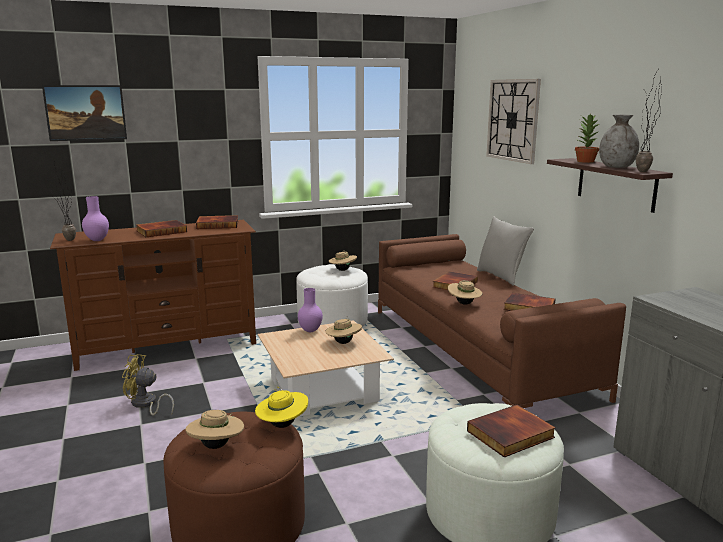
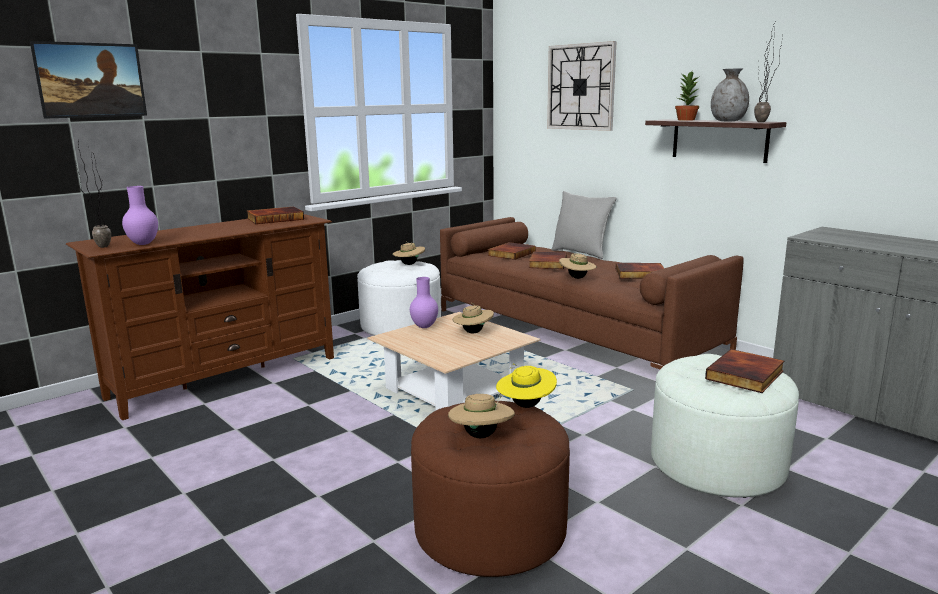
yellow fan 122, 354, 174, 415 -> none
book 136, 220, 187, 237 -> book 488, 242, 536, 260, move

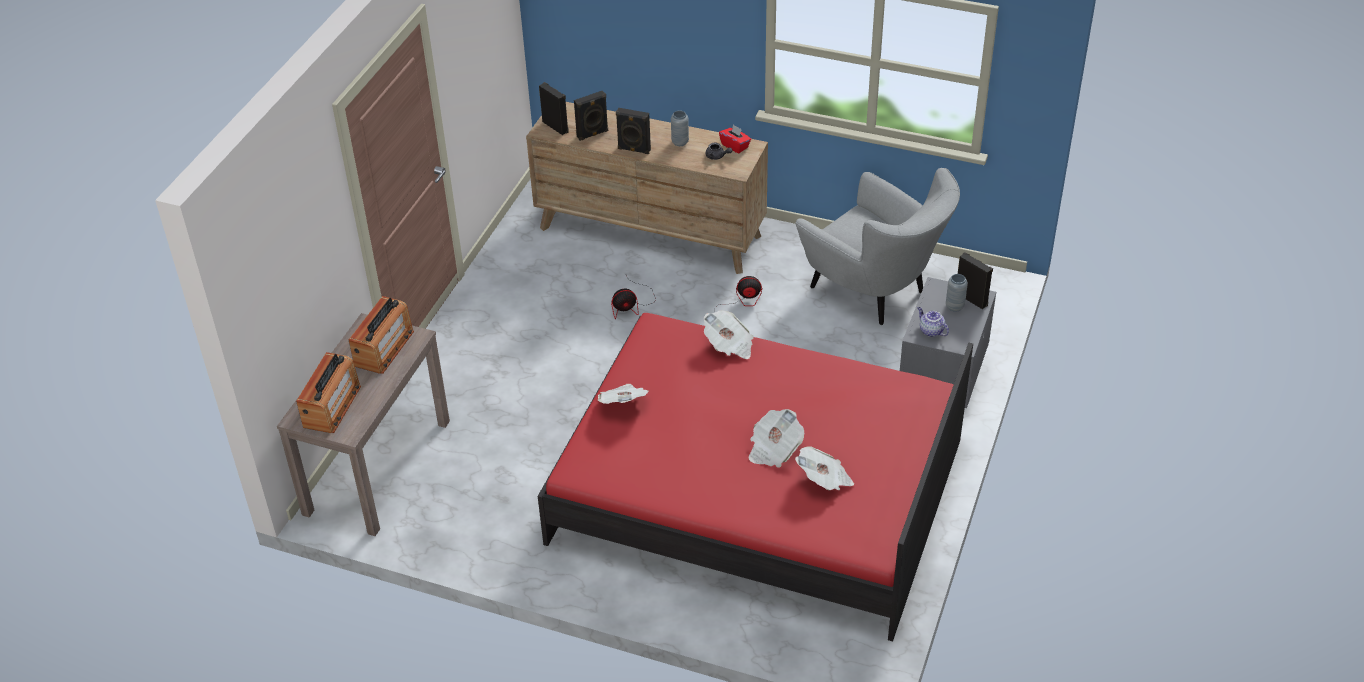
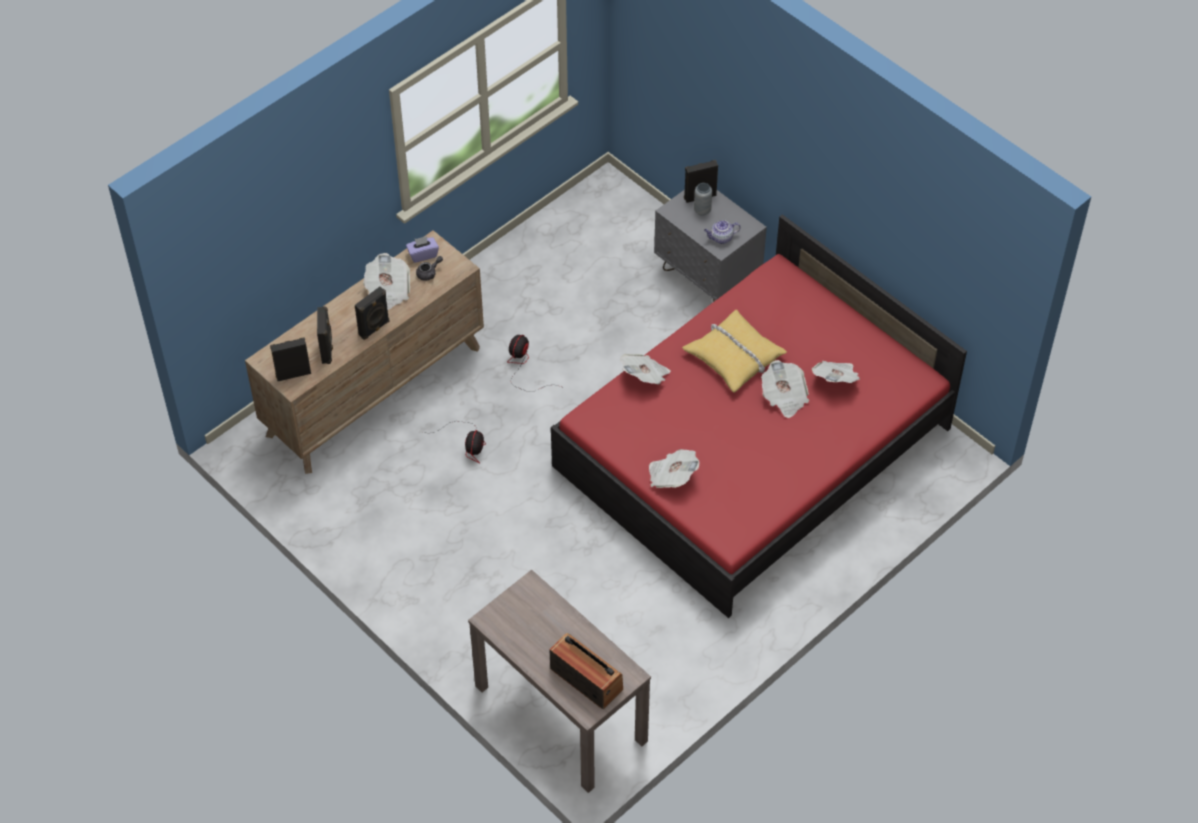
radio 349, 296, 414, 374 -> none
grey vase 671, 111, 689, 146 -> newspaper 363, 253, 410, 310
red tissue box 719, 124, 751, 153 -> purple tissue box 406, 236, 439, 263
grey armchair 795, 168, 960, 325 -> none
none -> yellow pillow 682, 310, 787, 393

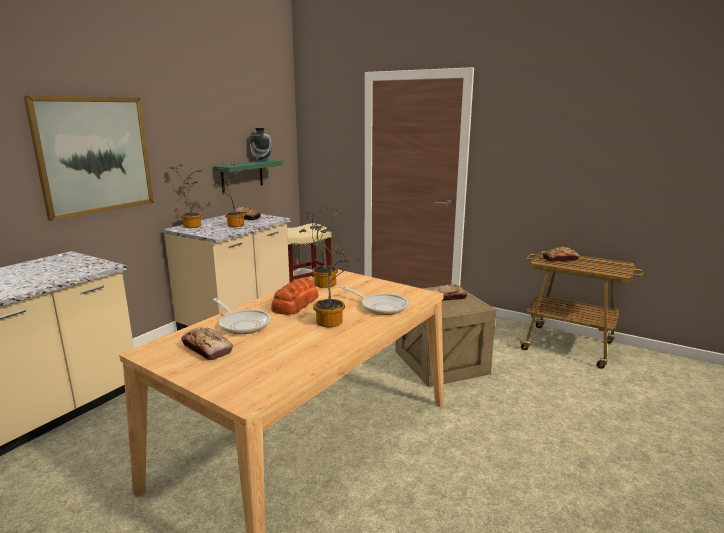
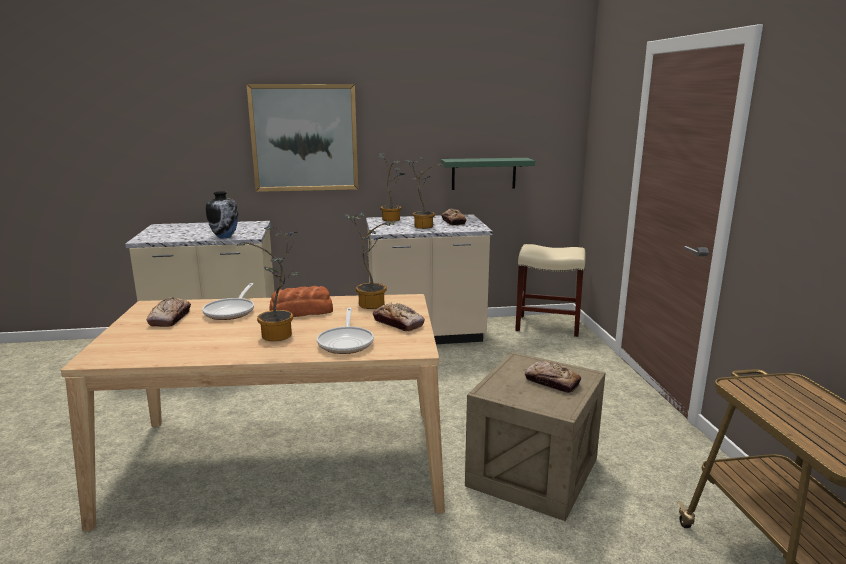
vase 250, 128, 272, 162 -> vase 206, 191, 238, 238, move
bread 543, 247, 579, 262 -> bread 373, 303, 425, 331, move

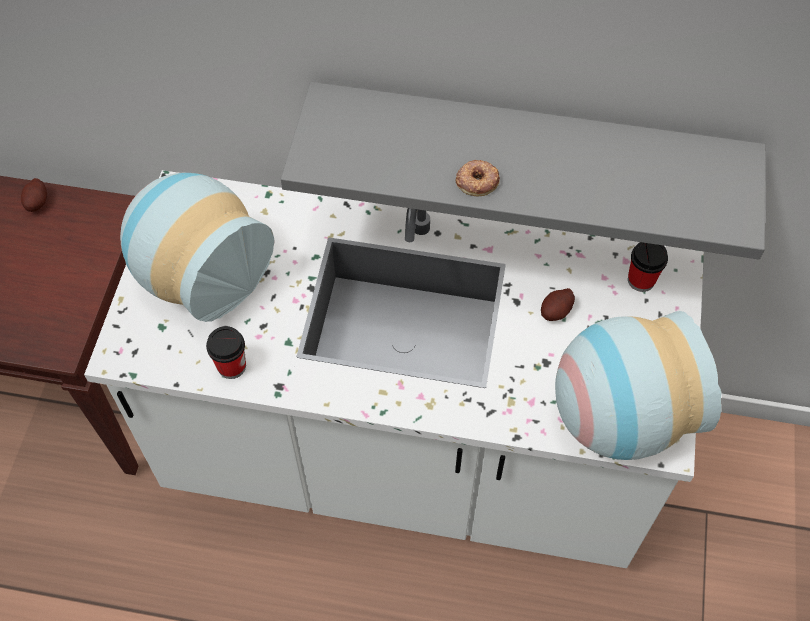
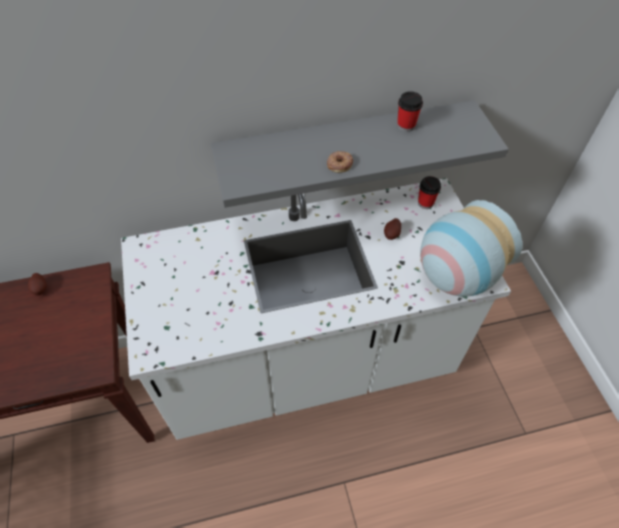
vase 120, 172, 274, 322 -> none
cup 206, 326, 246, 379 -> cup 397, 91, 423, 132, move

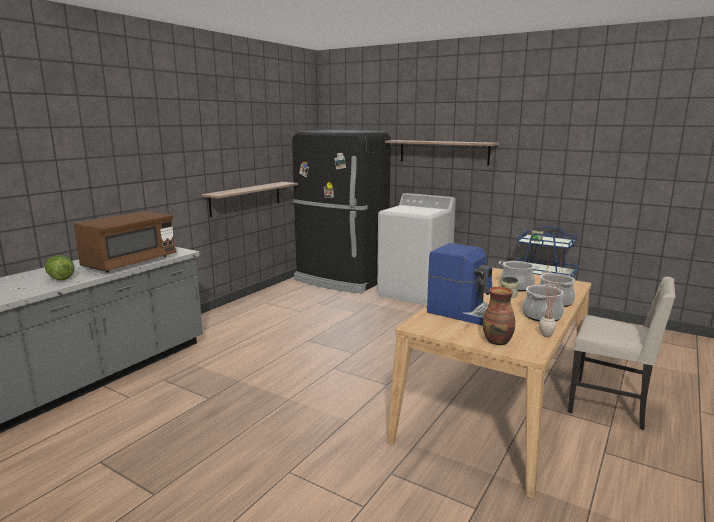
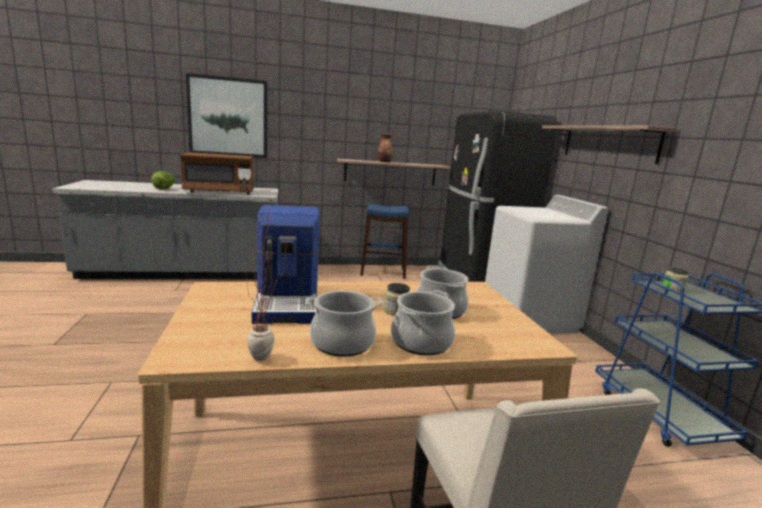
vase 483, 287, 515, 345 -> vase 377, 134, 393, 162, move
none -> picture 186, 73, 267, 158
none -> blue stool 360, 203, 409, 279

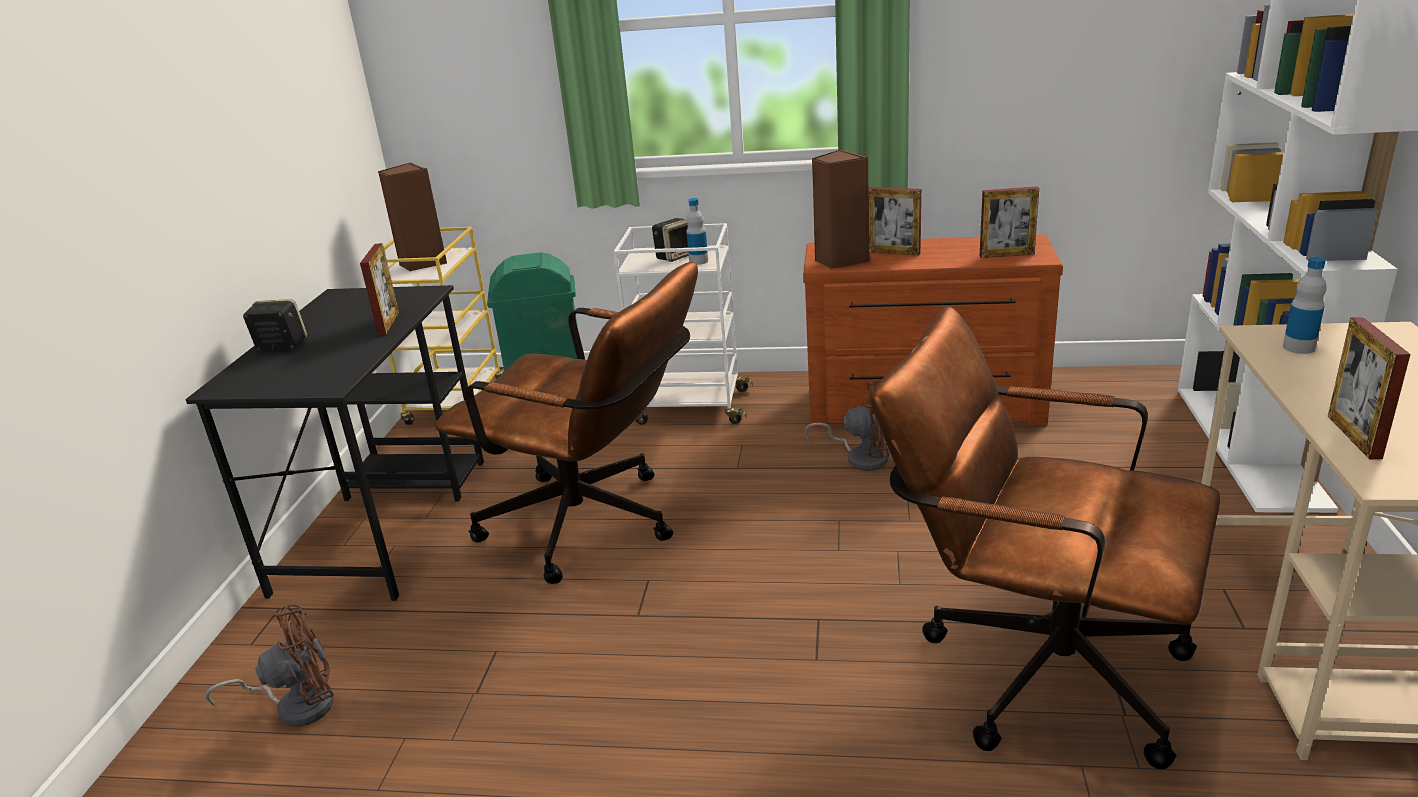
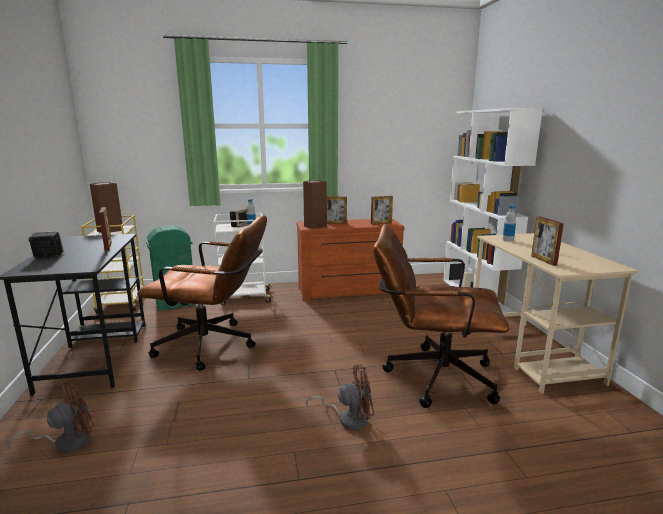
brown fan 805, 382, 889, 471 -> brown fan 306, 365, 375, 430, move

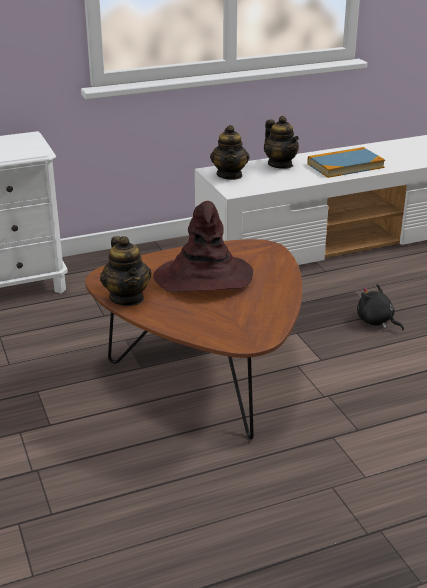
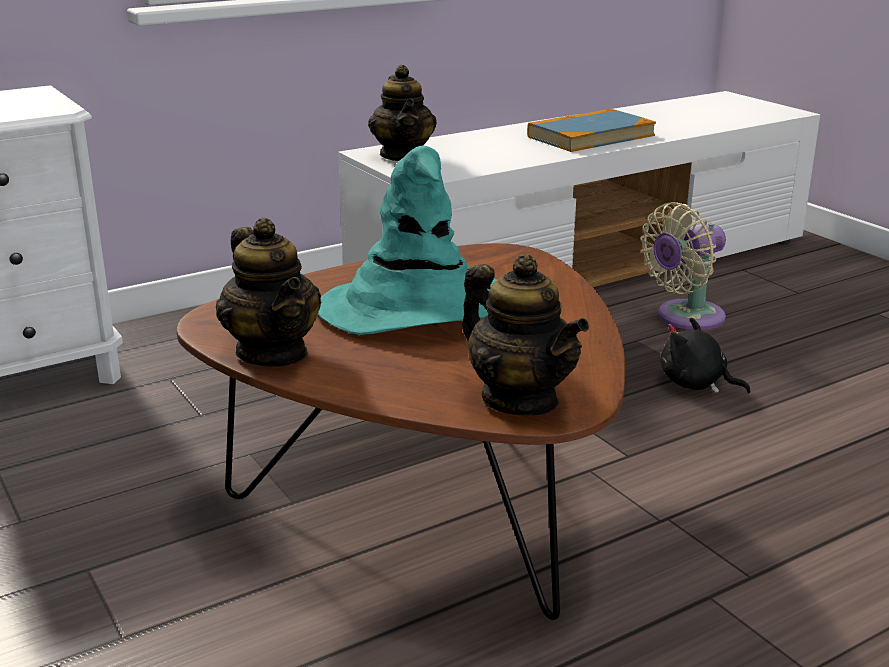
brown hat 153, 201, 253, 292 -> turquoise hat 318, 145, 496, 335
teapot 264, 116, 299, 169 -> teapot 462, 254, 589, 415, move
none -> beige fan 640, 202, 726, 330

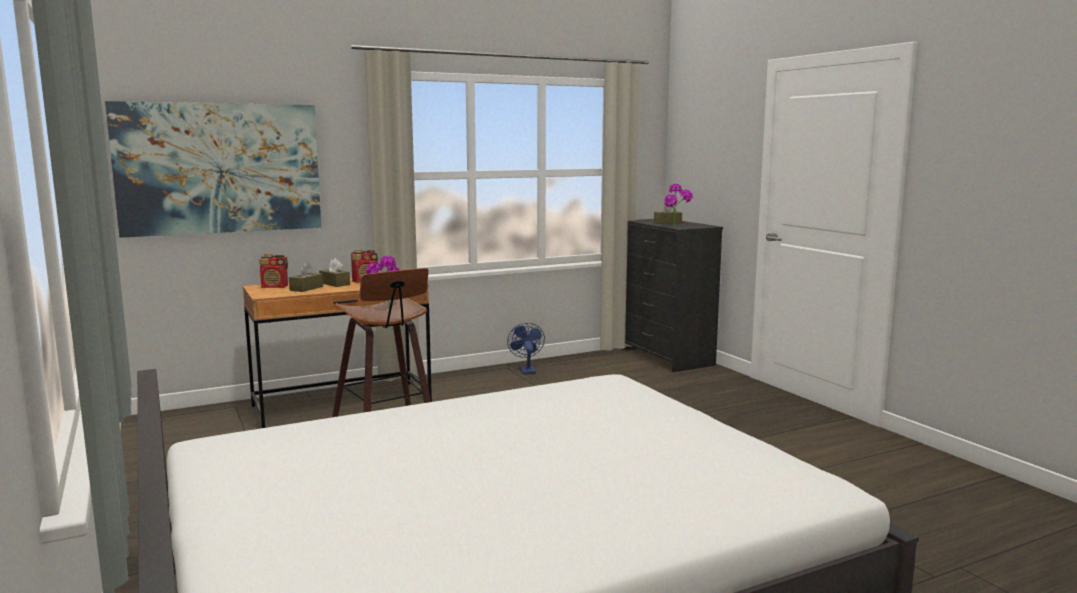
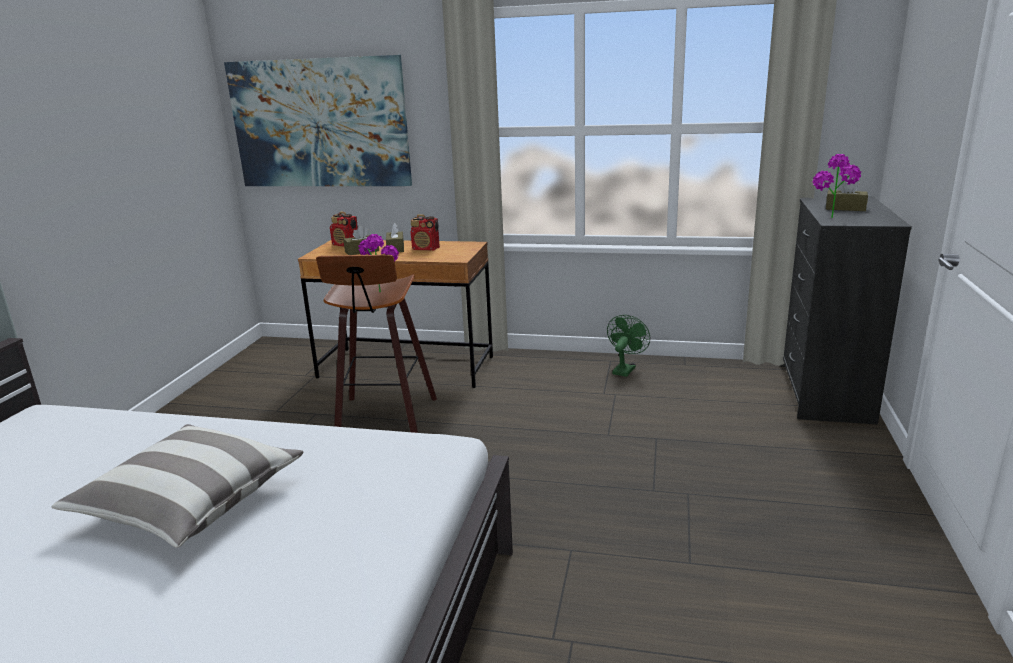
blue fan 507, 323, 545, 375 -> green fan 607, 315, 651, 377
none -> pillow 52, 424, 304, 548

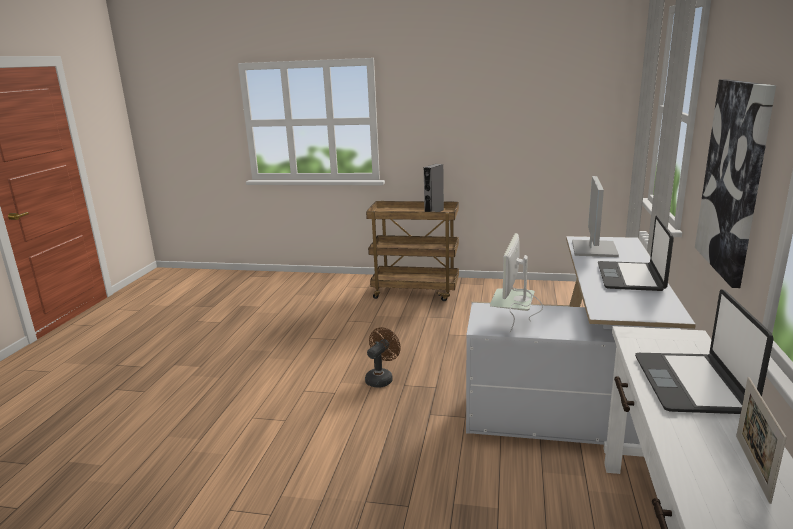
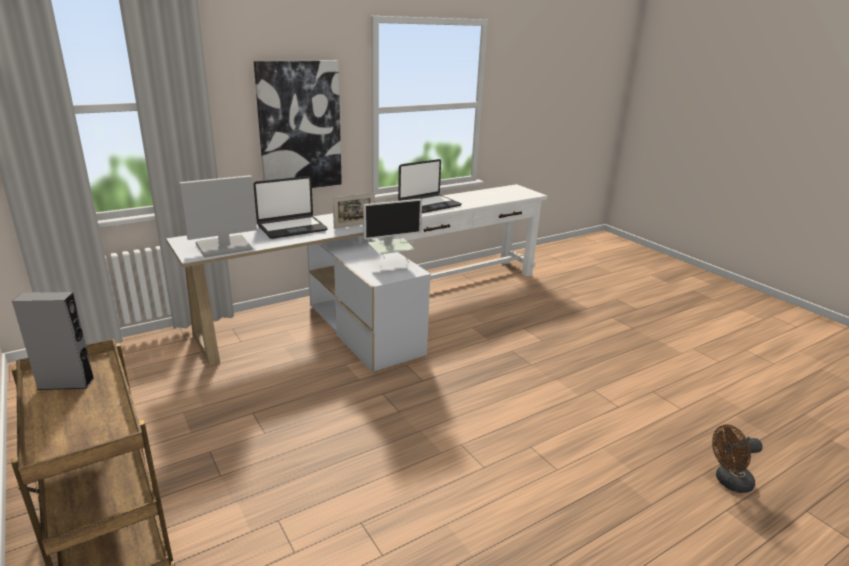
brown fan 365, 327, 401, 387 -> brown fan 712, 424, 763, 493, move
picture frame 736, 377, 787, 504 -> picture frame 333, 193, 375, 229, move

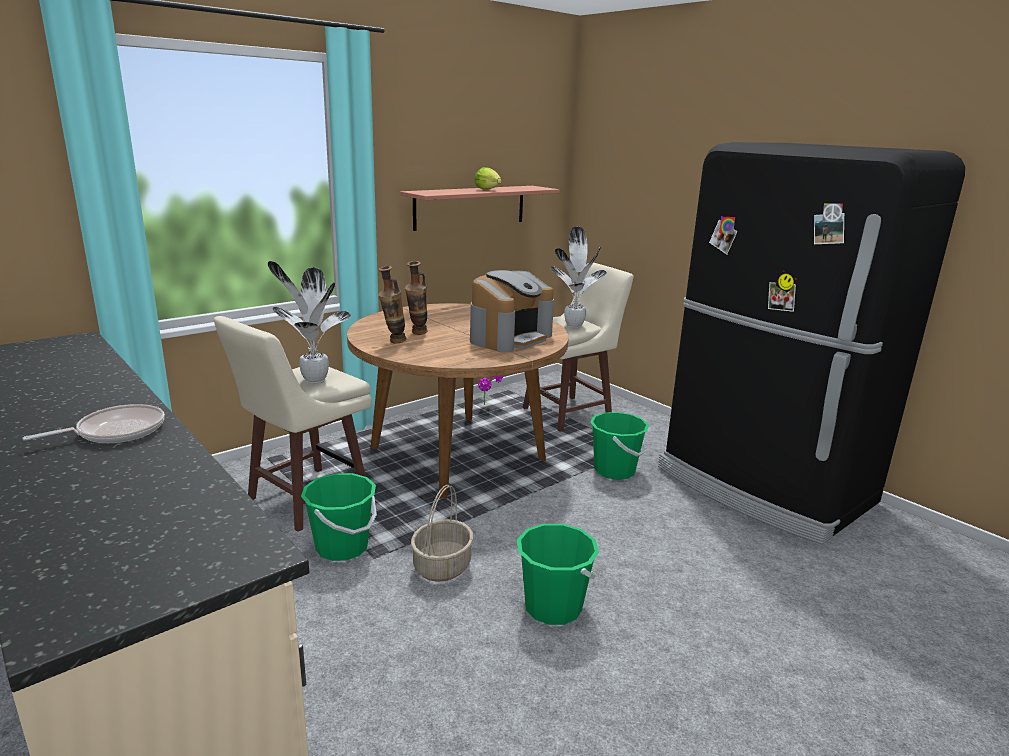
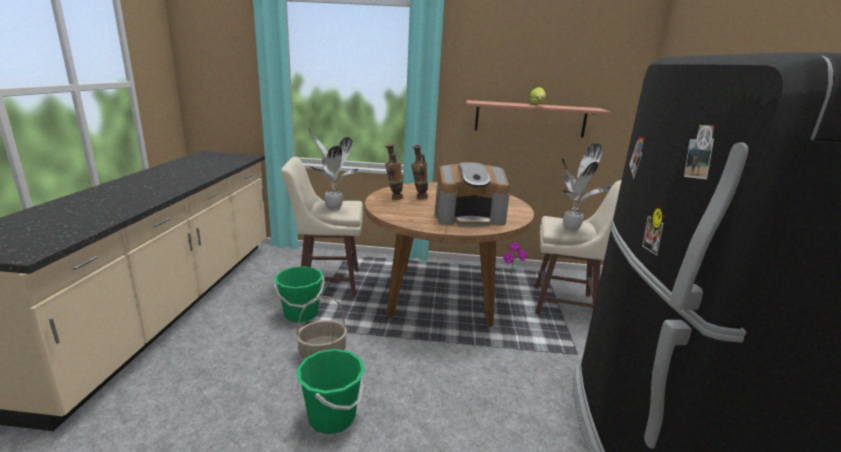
frying pan 22, 404, 165, 443 -> none
green bucket 590, 412, 649, 480 -> none

